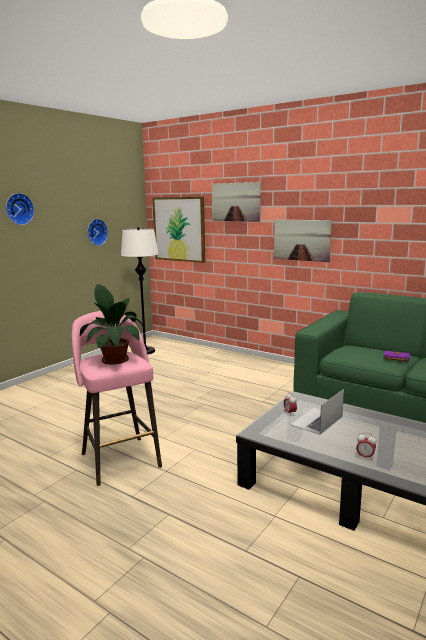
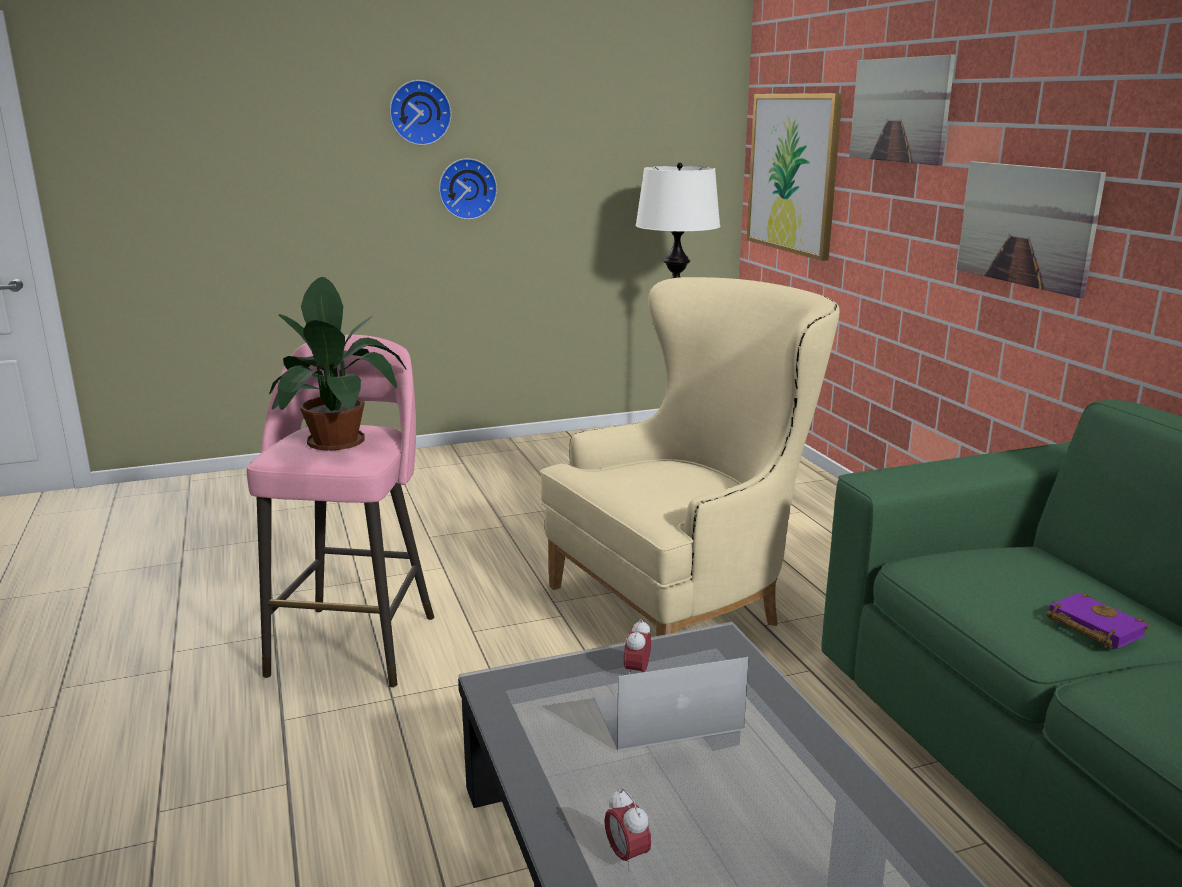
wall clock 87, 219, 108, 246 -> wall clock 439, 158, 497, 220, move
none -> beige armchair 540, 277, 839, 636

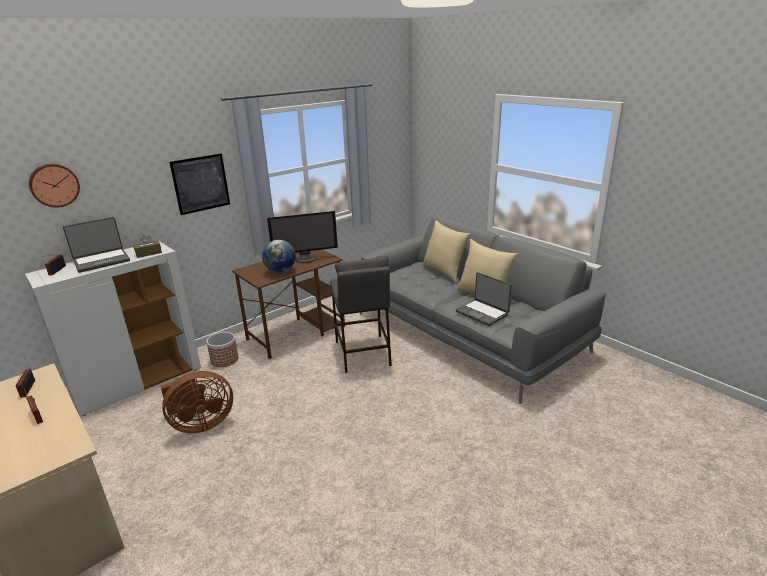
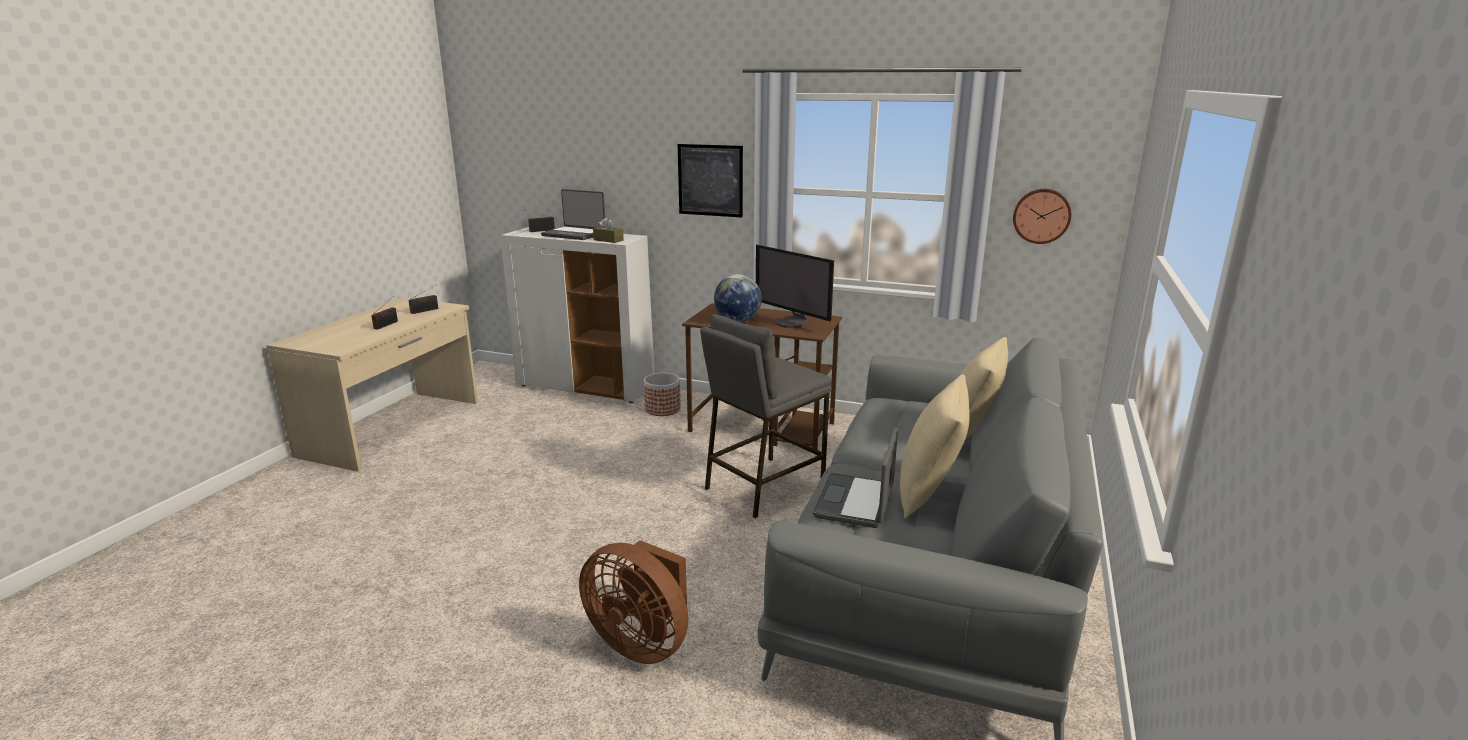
wall clock 29, 164, 80, 208 -> wall clock 1013, 189, 1071, 244, move
brown fan 160, 371, 233, 433 -> brown fan 579, 540, 689, 664, move

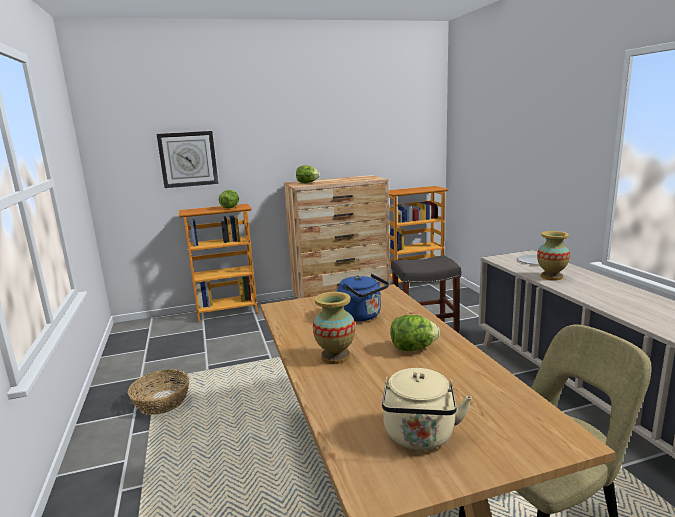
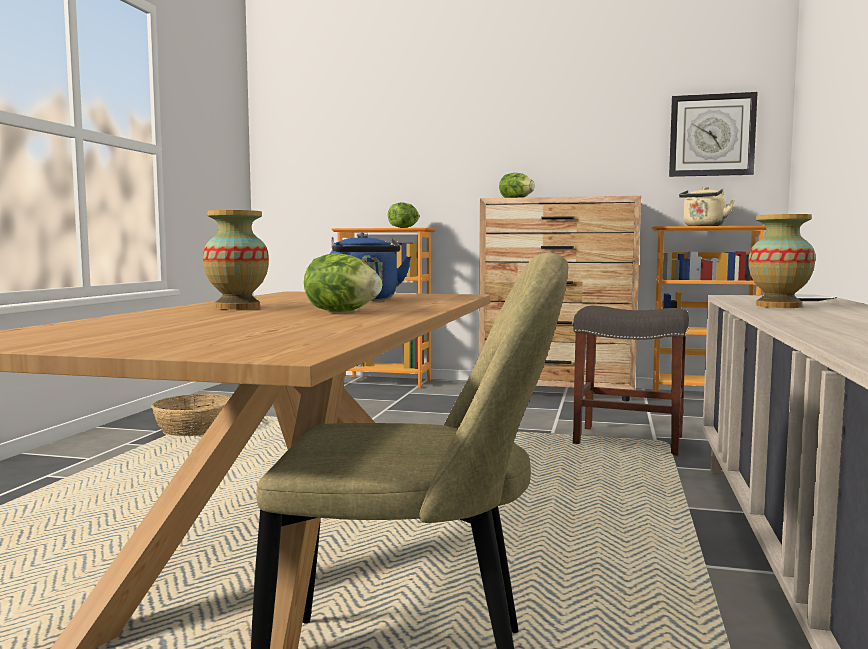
wall clock 157, 131, 218, 188 -> wall clock 669, 92, 758, 177, move
beige kettle 382, 368, 472, 450 -> beige kettle 679, 187, 735, 226, move

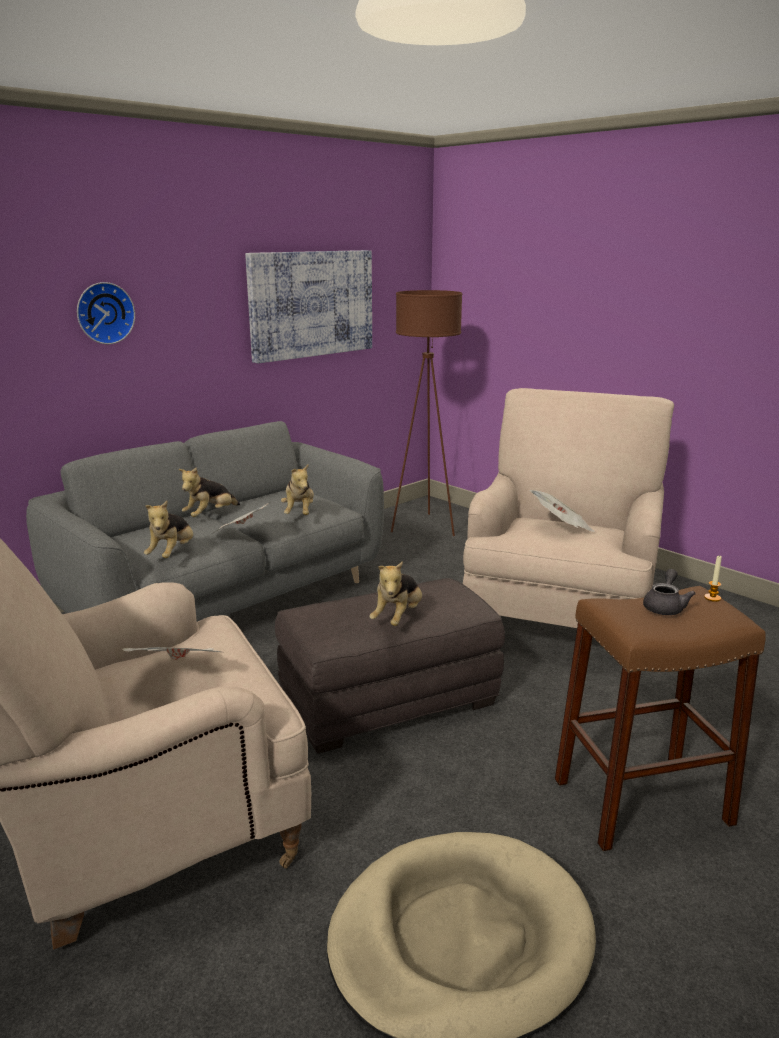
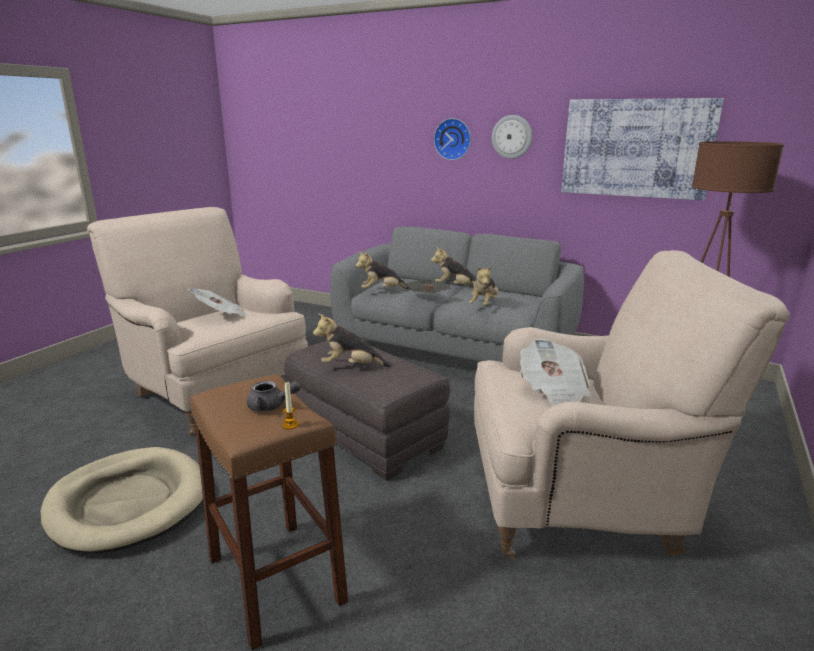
plush toy 281, 464, 314, 515 -> plush toy 469, 265, 498, 306, 45 degrees counterclockwise
none -> wall clock 492, 115, 532, 159

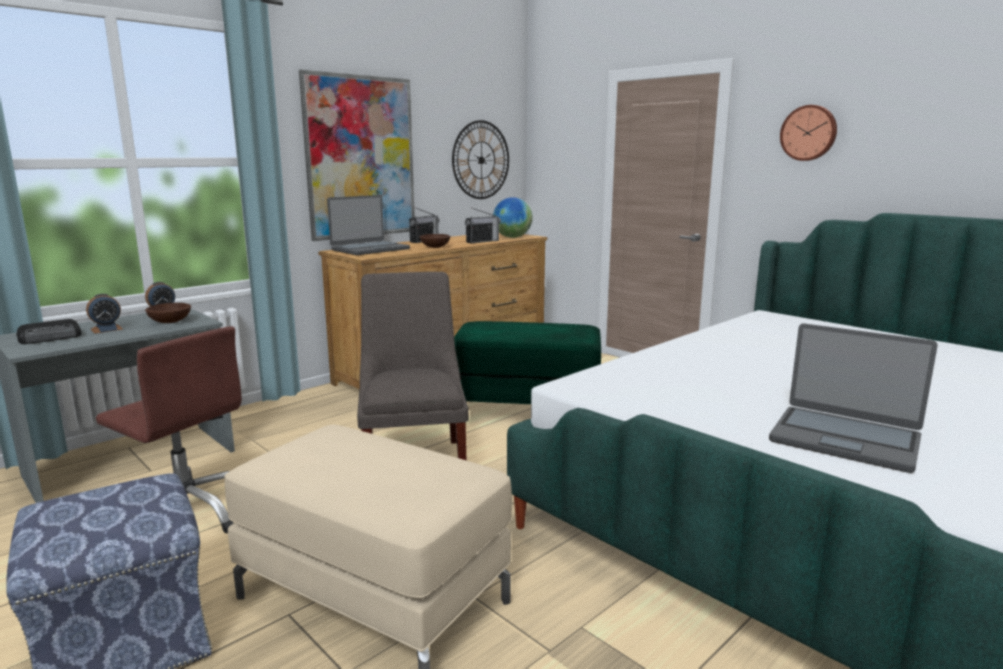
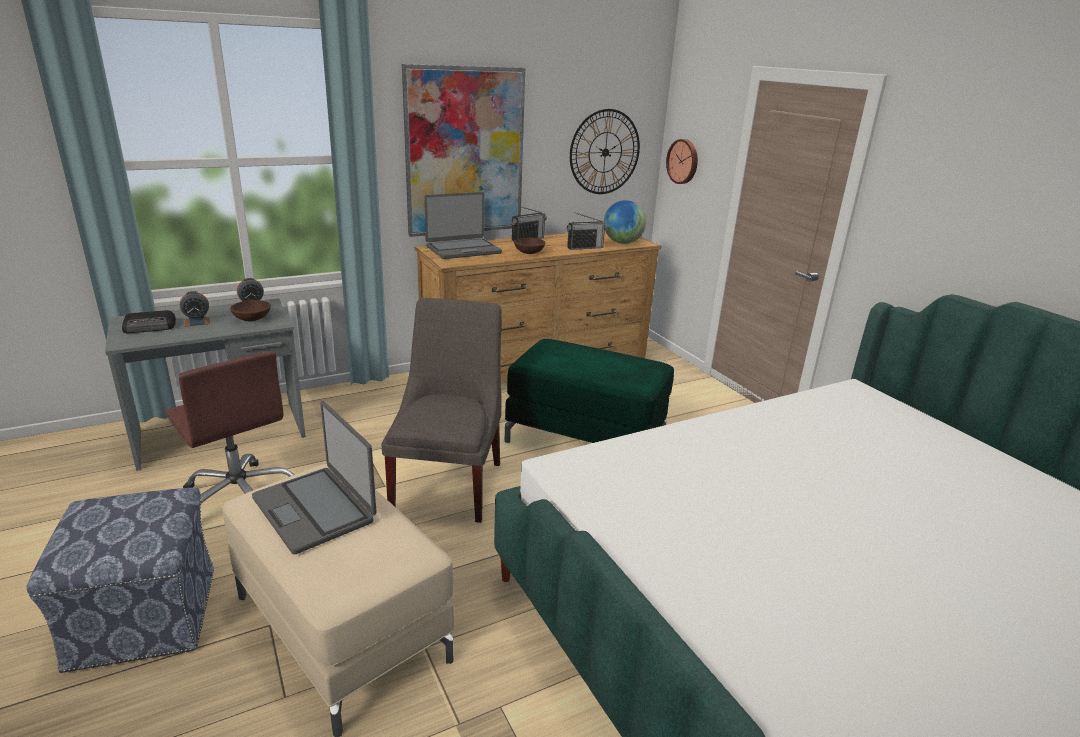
laptop 769, 323, 938, 473 -> laptop 252, 401, 377, 554, move
wall clock 780, 105, 837, 161 -> wall clock 666, 139, 698, 184, move

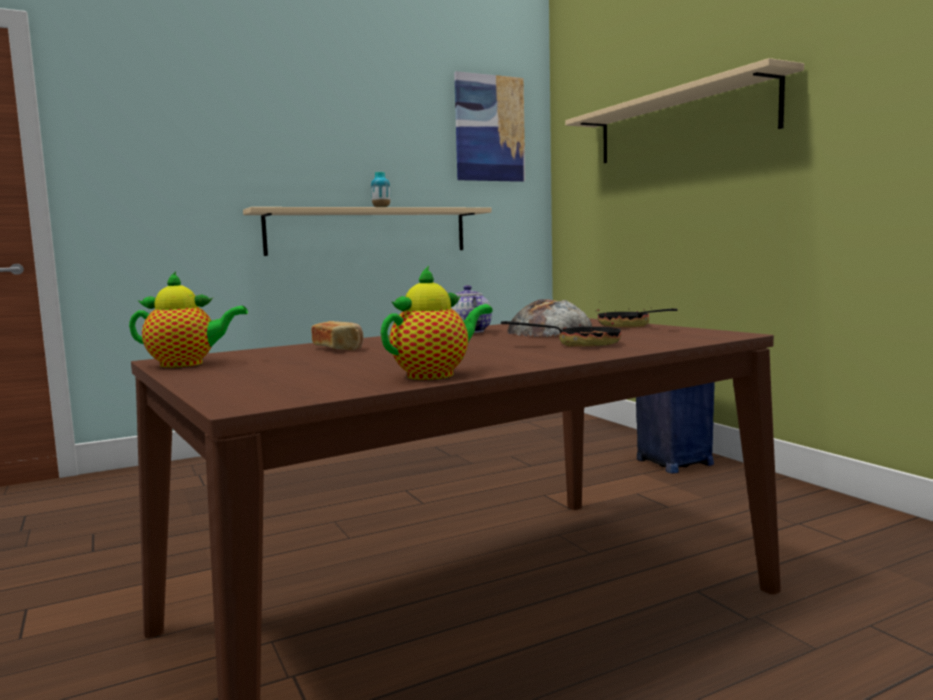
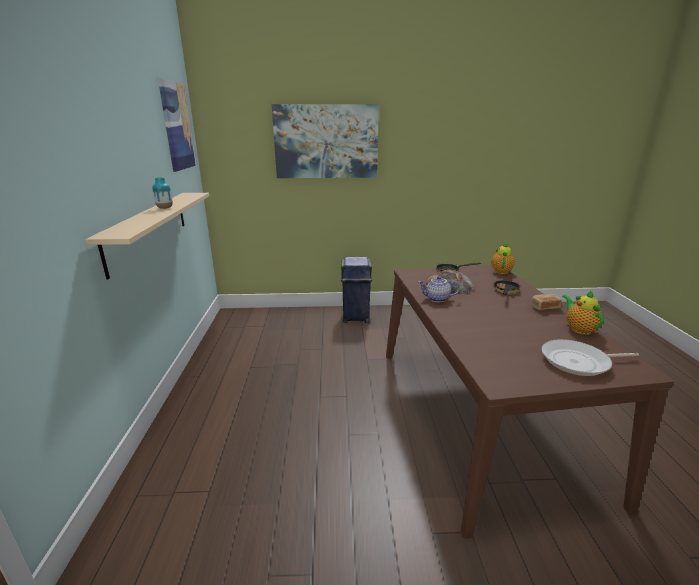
teapot 129, 272, 248, 368 -> teapot 491, 242, 515, 274, move
bread 311, 321, 363, 350 -> bread 531, 294, 562, 310, move
beige shelf 565, 58, 804, 163 -> picture 272, 104, 379, 178
none -> frying pan 542, 339, 639, 376

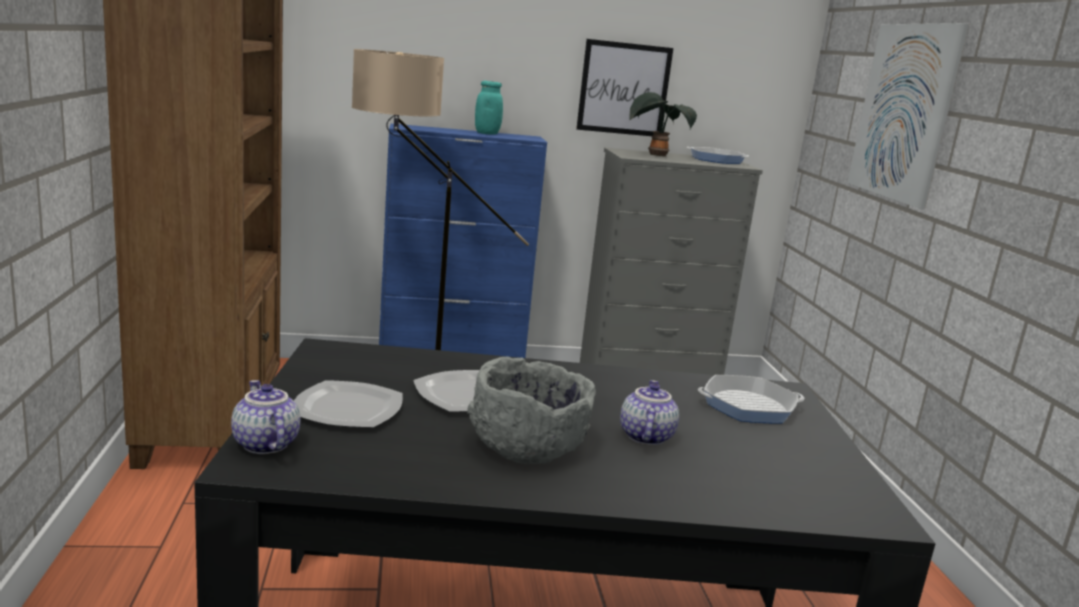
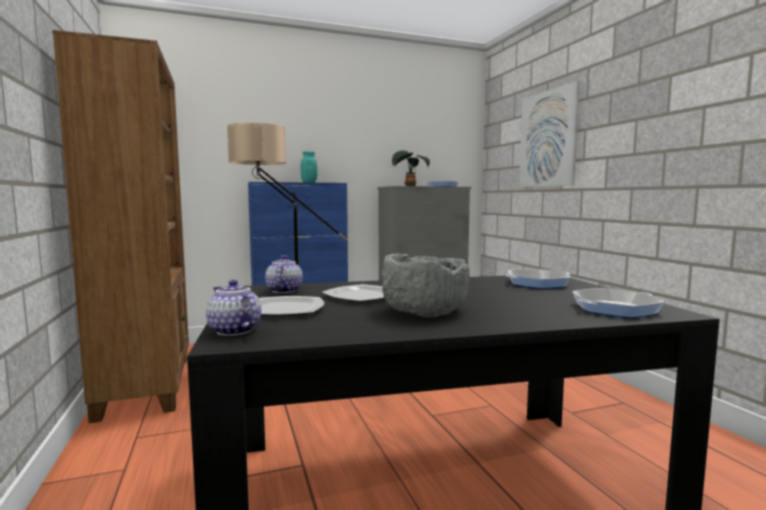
picture 576, 39, 673, 136 -> none
teapot 620, 380, 679, 445 -> teapot 265, 255, 303, 293, move
none -> frying pan 572, 288, 664, 318

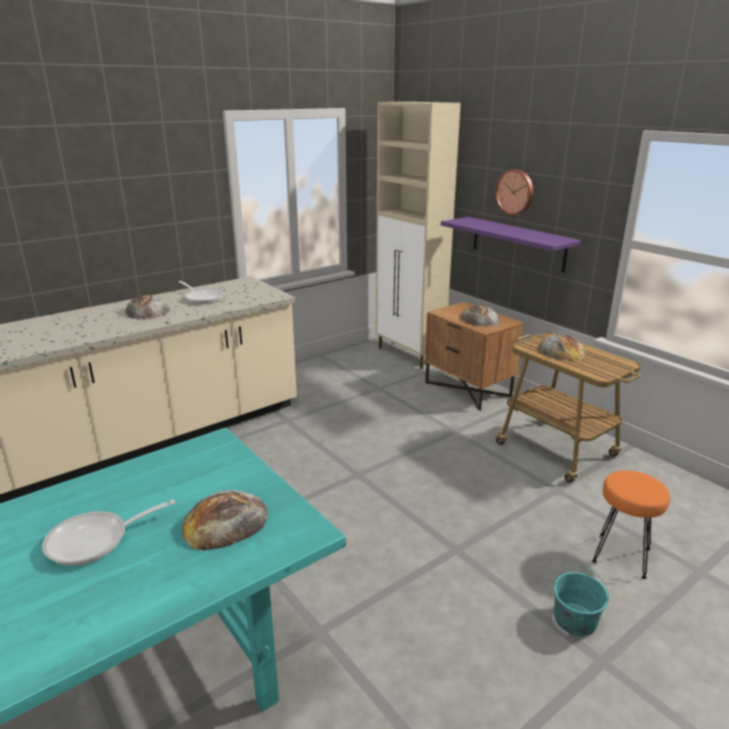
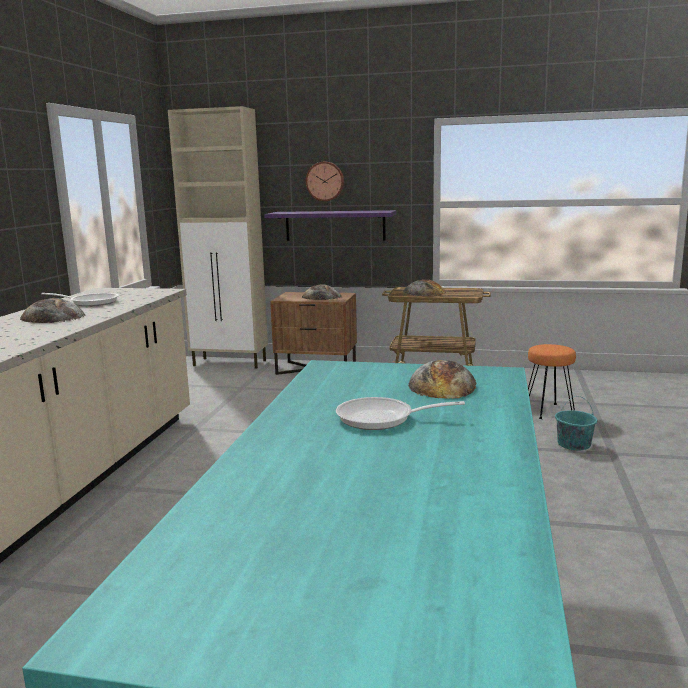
frying pan 42, 499, 176, 566 -> frying pan 336, 397, 465, 430, 75 degrees clockwise

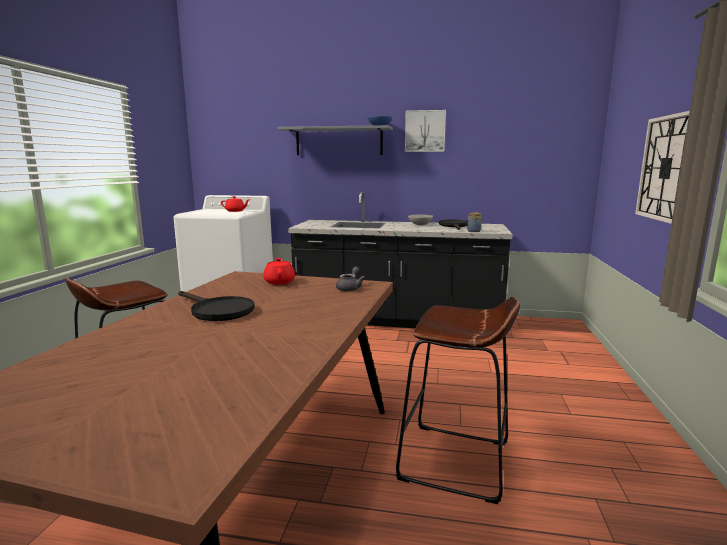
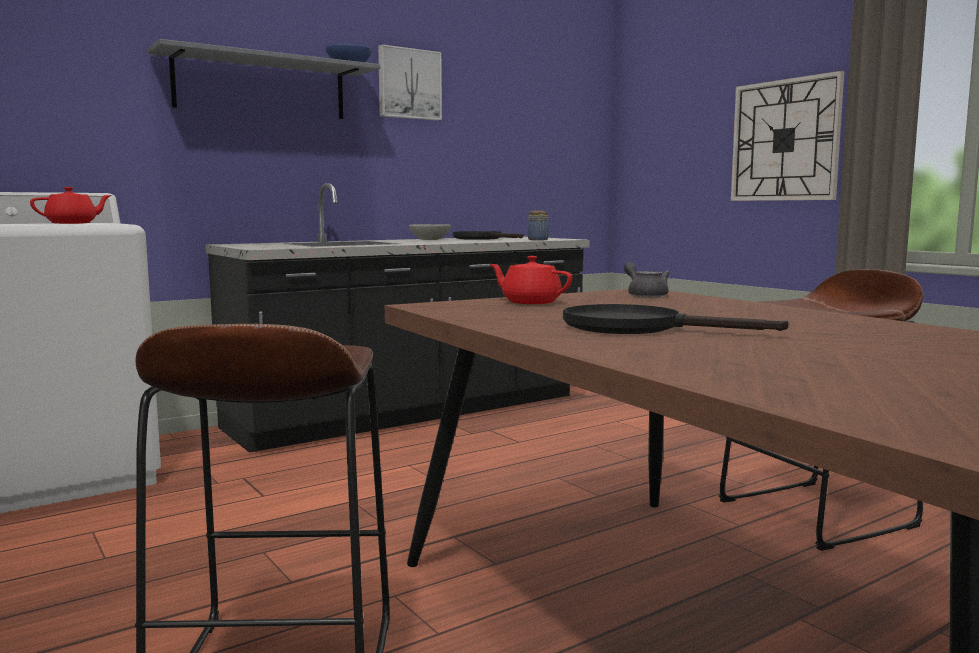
black frying pan 178, 291, 255, 321 -> black frying pan 563, 304, 788, 334, 150 degrees counterclockwise

